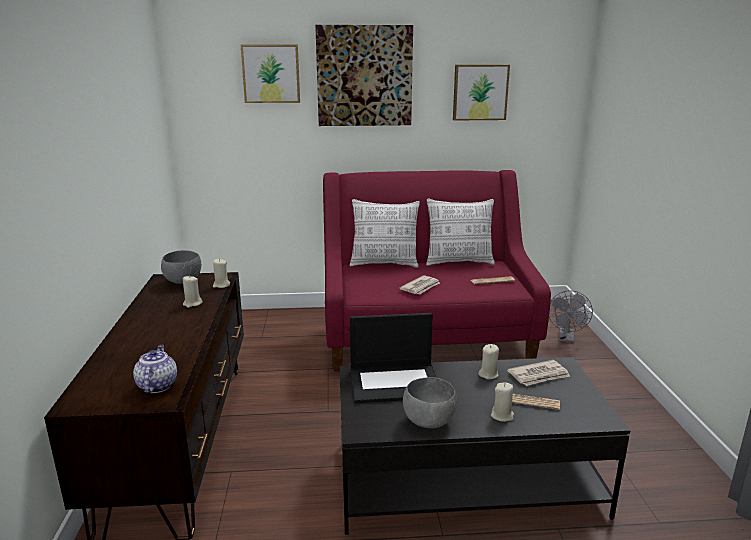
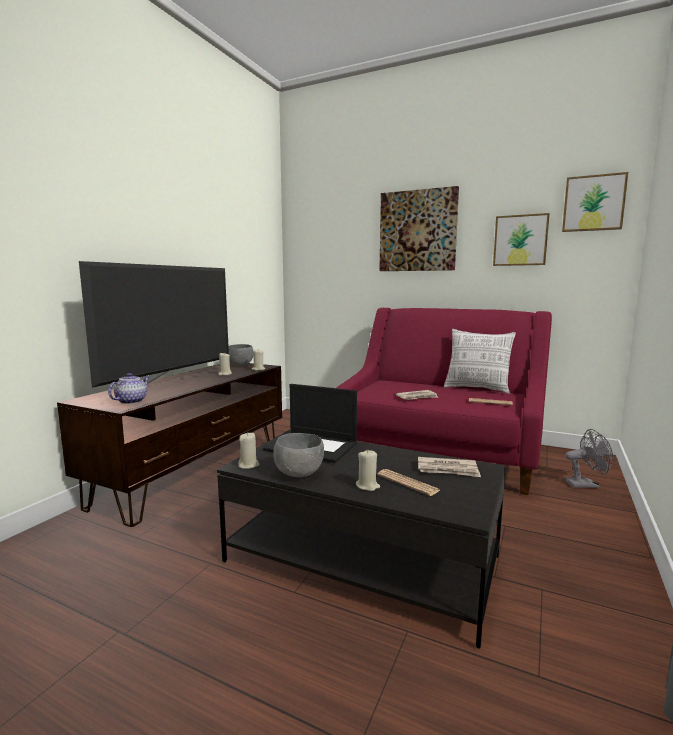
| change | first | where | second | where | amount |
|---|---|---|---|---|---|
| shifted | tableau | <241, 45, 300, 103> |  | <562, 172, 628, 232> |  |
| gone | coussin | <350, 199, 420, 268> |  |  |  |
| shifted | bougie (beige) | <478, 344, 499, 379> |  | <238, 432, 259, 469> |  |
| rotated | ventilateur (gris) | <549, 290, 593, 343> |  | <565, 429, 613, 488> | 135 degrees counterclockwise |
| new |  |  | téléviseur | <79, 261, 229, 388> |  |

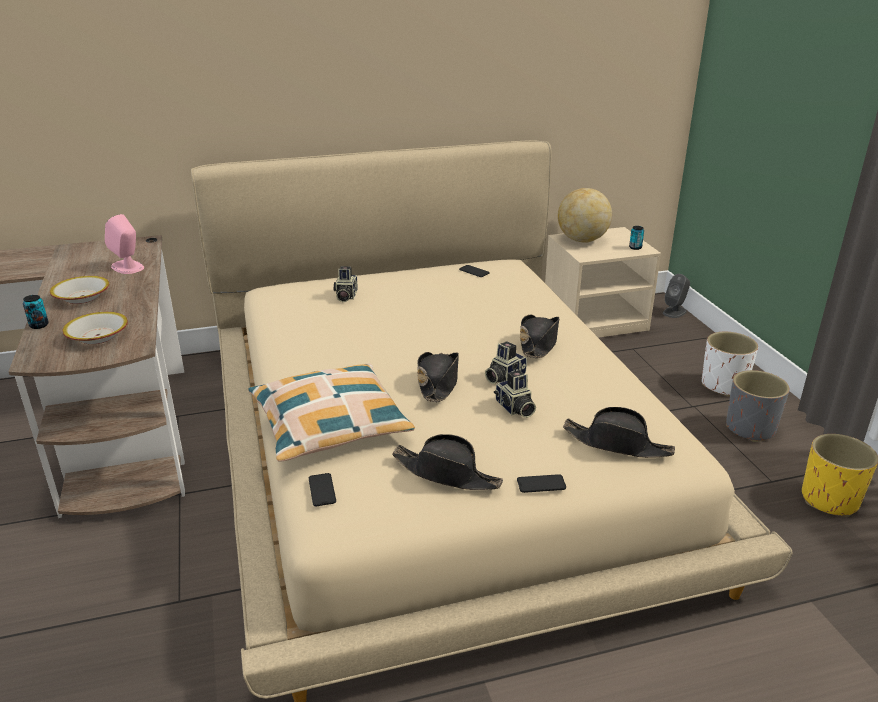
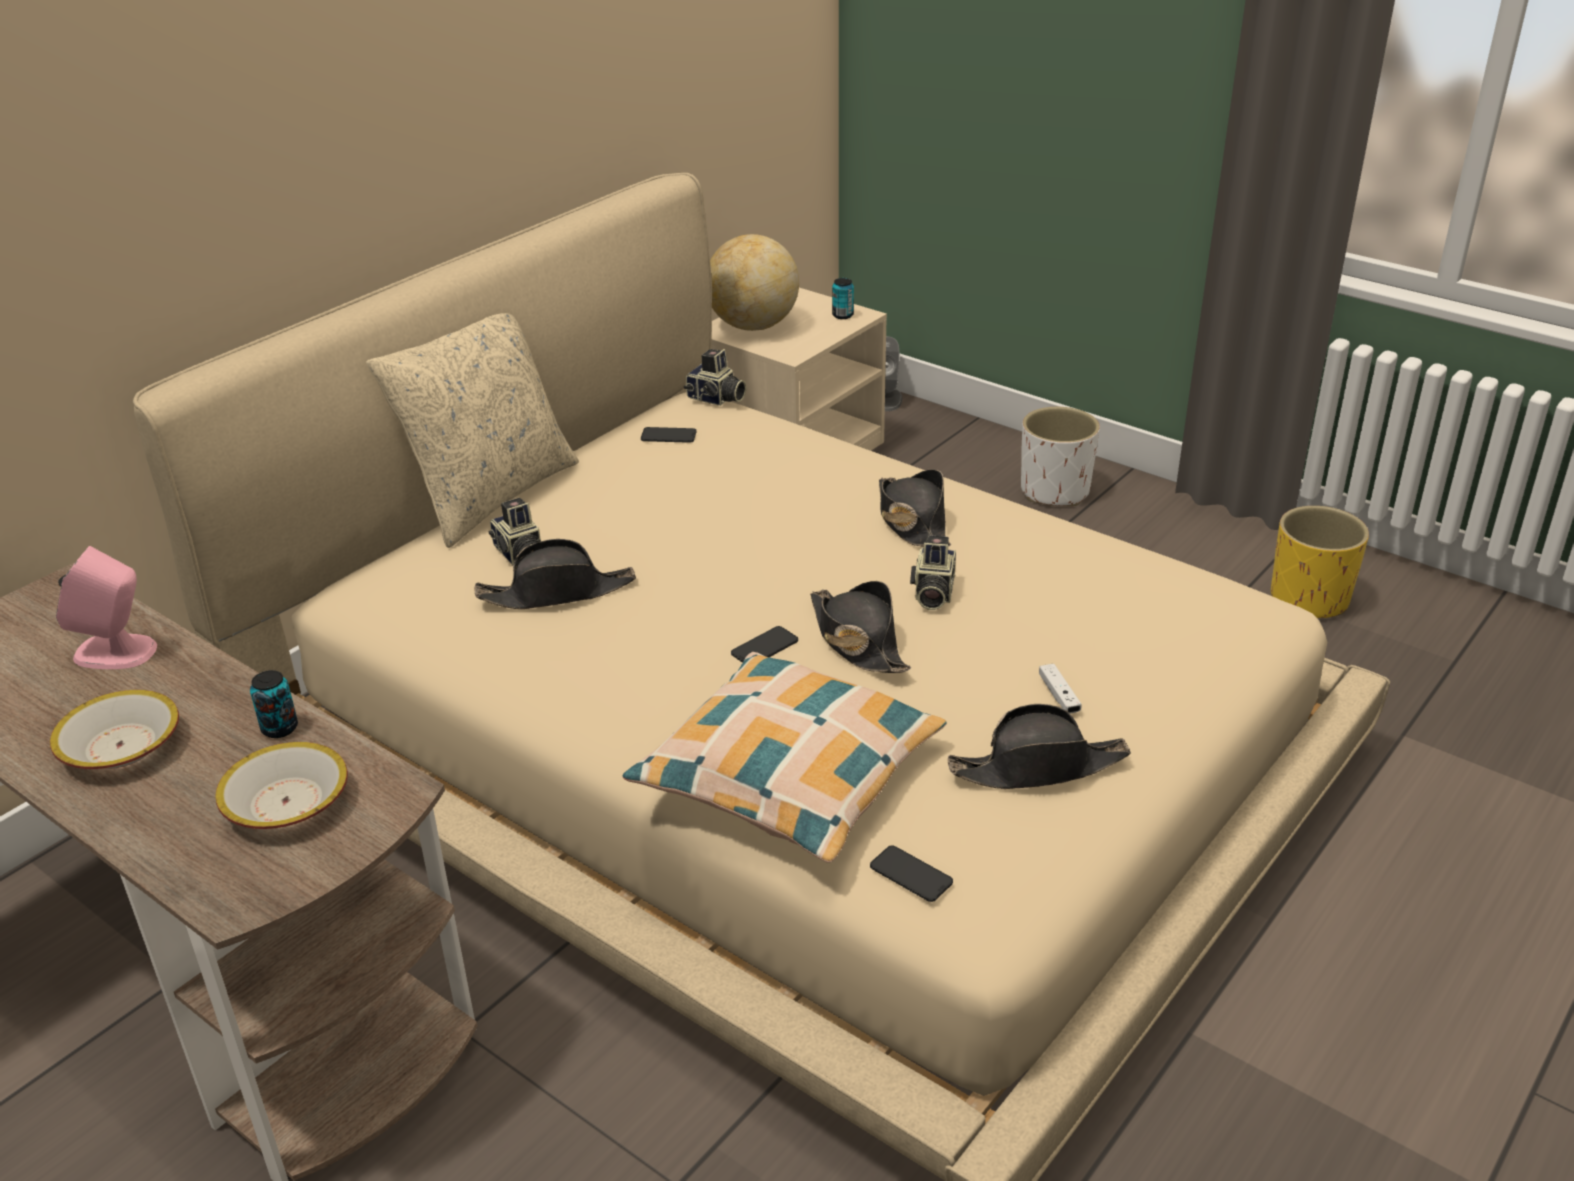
| change | first | where | second | where | amount |
|---|---|---|---|---|---|
| shifted | boîte métallique | <23, 295, 49, 329> |  | <250, 670, 298, 738> |  |
| shifted | appareil photo | <494, 370, 536, 418> |  | <684, 349, 747, 406> |  |
| shifted | téléphone | <517, 474, 566, 493> |  | <731, 626, 798, 663> |  |
| shifted | chapeau (noir) | <563, 407, 675, 458> |  | <474, 539, 636, 609> |  |
| gone | cache-pot (gris) | <726, 370, 789, 442> |  |  |  |
| new |  |  | coussin (beige) | <366, 313, 579, 548> |  |
| new |  |  | manette (blanc) | <1039, 664, 1082, 713> |  |

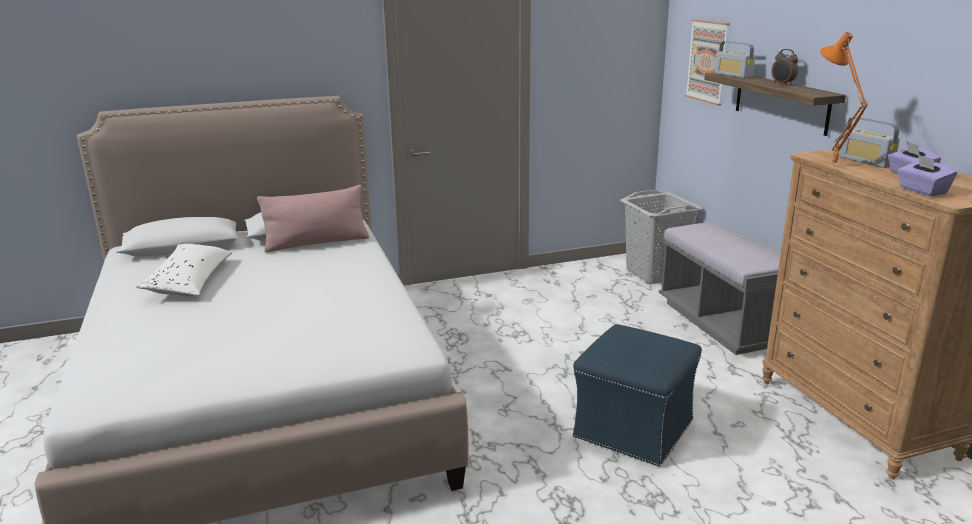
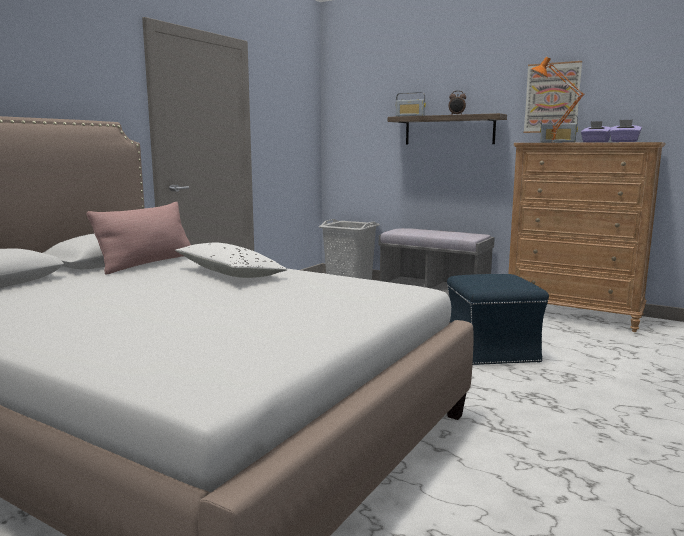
| change | first | where | second | where | amount |
|---|---|---|---|---|---|
| shifted | coussin (blanc) | <136, 244, 233, 296> |  | <175, 242, 288, 278> |  |
| shifted | tableau | <685, 19, 730, 105> |  | <524, 61, 582, 133> |  |

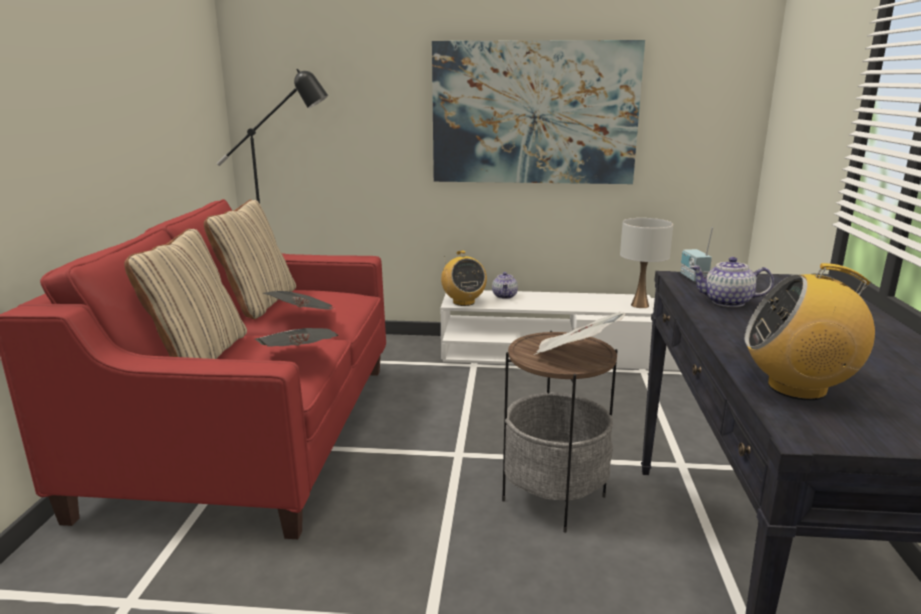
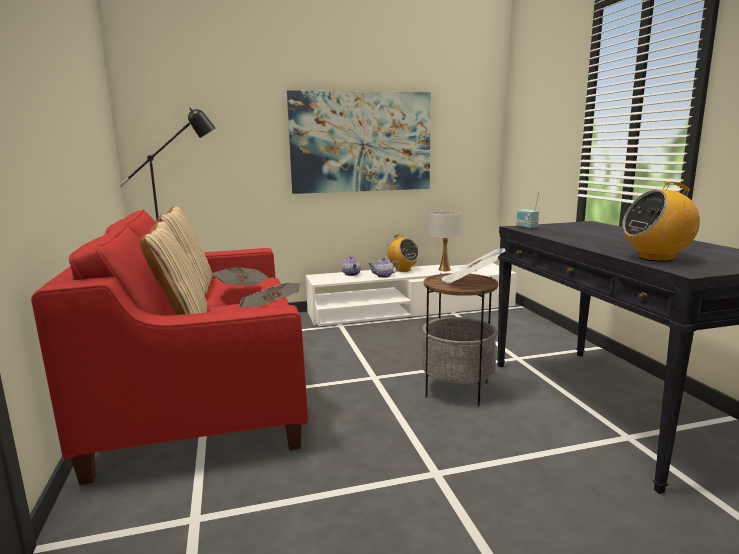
| change | first | where | second | where | amount |
|---|---|---|---|---|---|
| shifted | radio | <441, 250, 487, 306> |  | <387, 234, 419, 272> |  |
| shifted | théière | <690, 257, 774, 307> |  | <368, 258, 400, 278> |  |

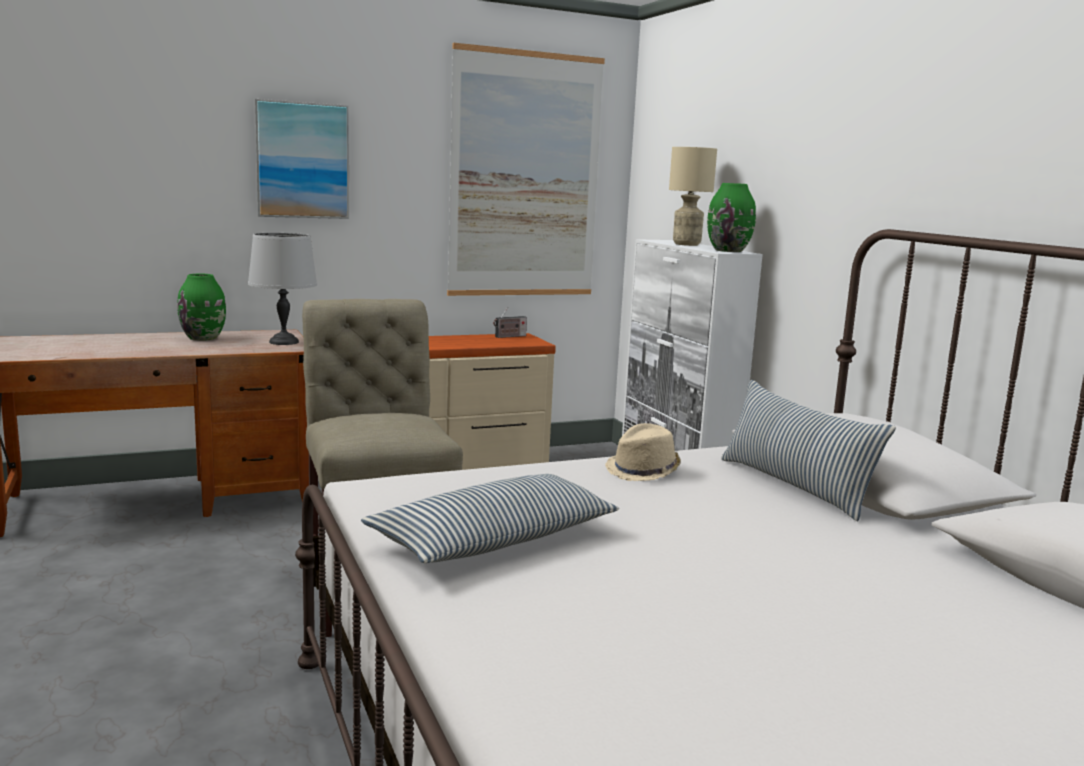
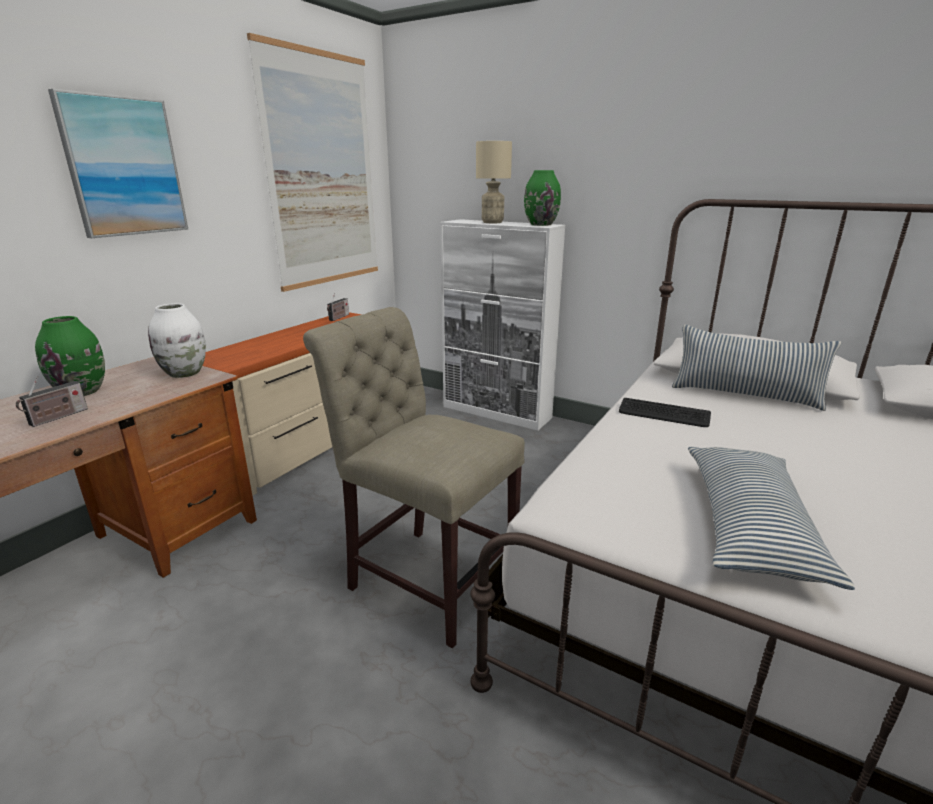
| change | first | where | second | where | amount |
|---|---|---|---|---|---|
| swapped | lampe de table (gris) | <248, 233, 317, 345> | vase (blanc) | <148, 303, 206, 378> |  |
| swapped | chapeau (beige) | <605, 423, 681, 481> | clavier | <619, 398, 711, 427> |  |
| new |  |  | radio | <16, 376, 88, 427> |  |

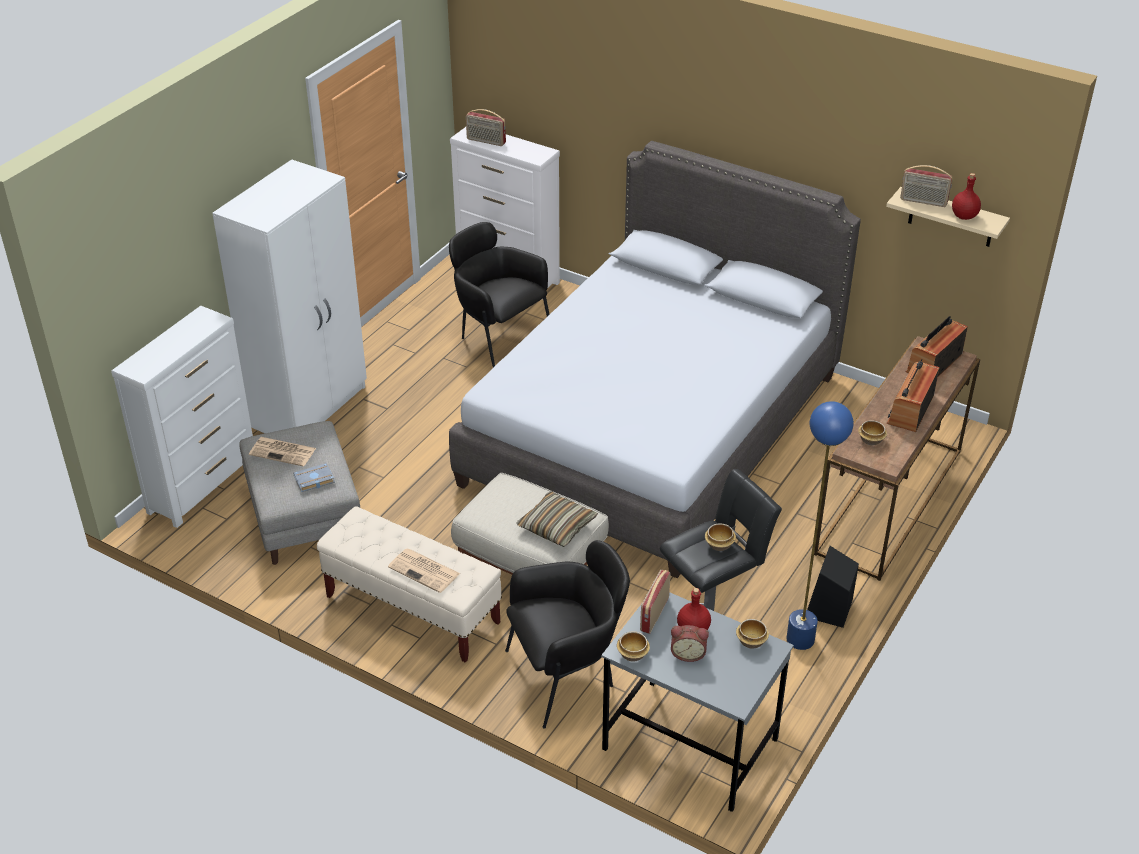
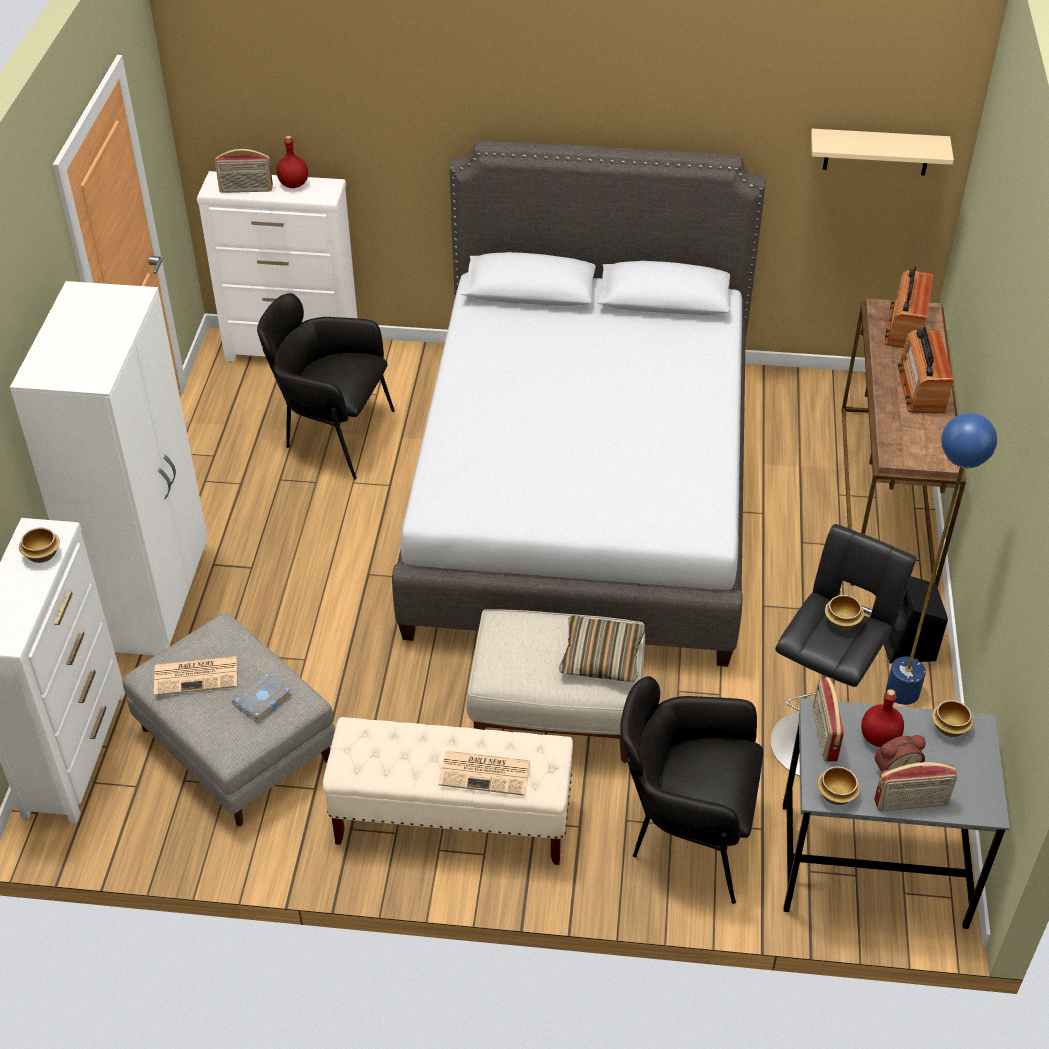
| change | first | where | second | where | amount |
|---|---|---|---|---|---|
| rotated | fauteuil (noir) | <505, 540, 630, 729> |  | <620, 676, 763, 904> | 120 degrees counterclockwise |
| shifted | bol | <858, 420, 887, 445> |  | <19, 528, 60, 563> |  |
| shifted | radio | <900, 165, 953, 207> |  | <874, 762, 957, 811> |  |
| shifted | bouteille (rouge) | <952, 173, 981, 220> |  | <276, 136, 308, 188> |  |

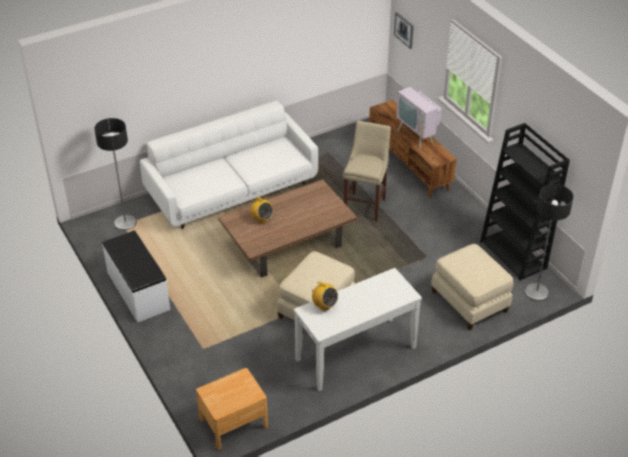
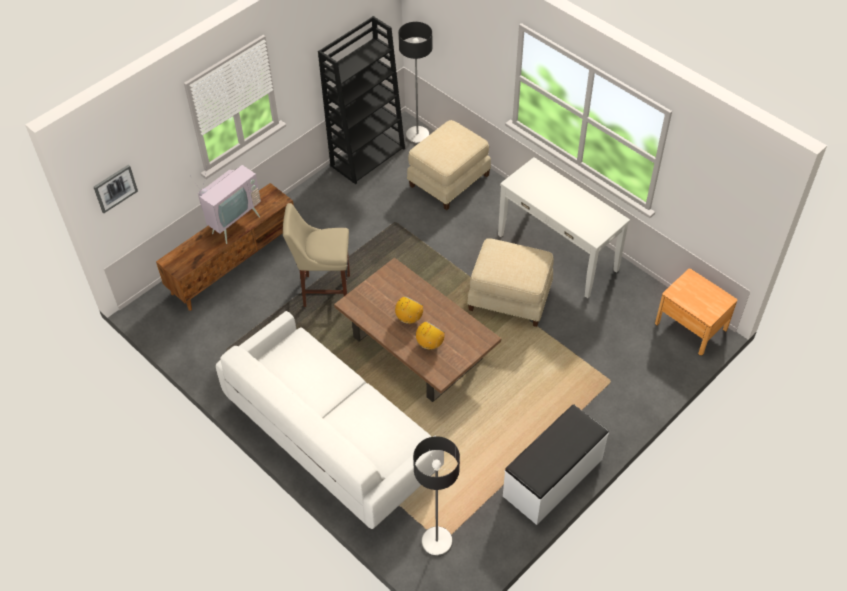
| change | first | where | second | where | amount |
|---|---|---|---|---|---|
| shifted | radio | <312, 281, 338, 310> |  | <395, 296, 423, 324> |  |

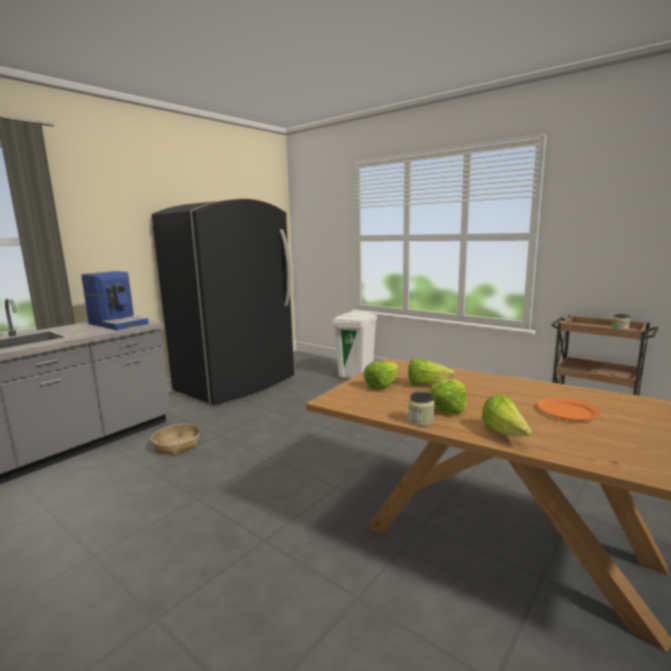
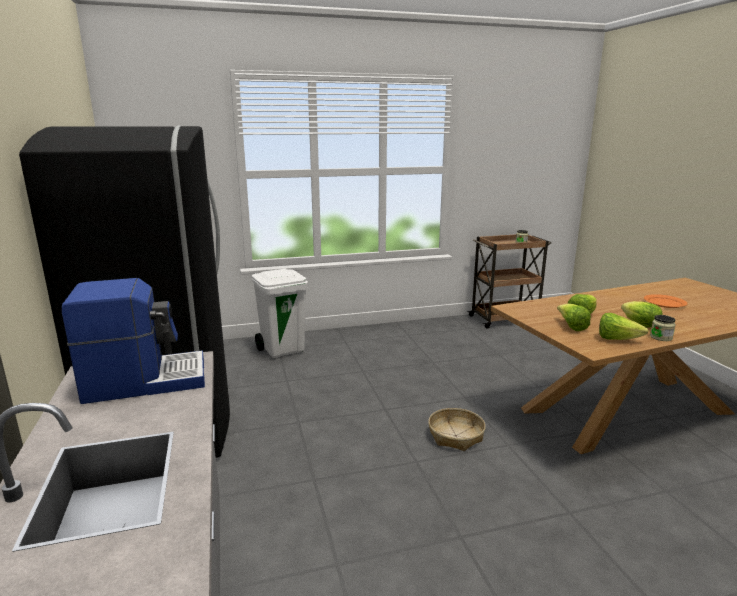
| change | first | where | second | where | amount |
|---|---|---|---|---|---|
| shifted | panier | <151, 424, 200, 456> |  | <428, 408, 486, 451> |  |
| shifted | laitue | <482, 394, 532, 436> |  | <599, 313, 649, 340> |  |

